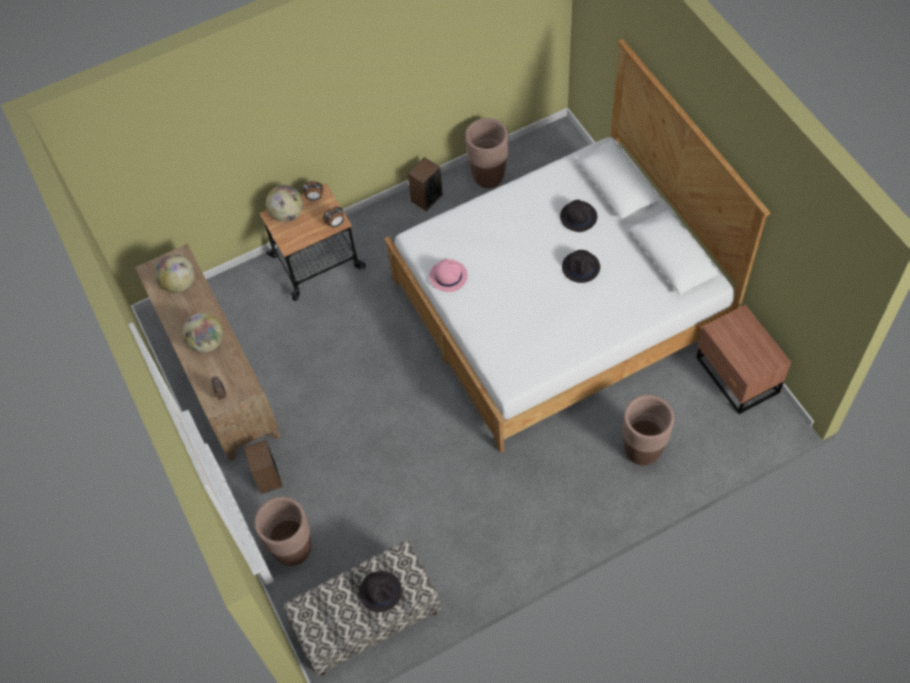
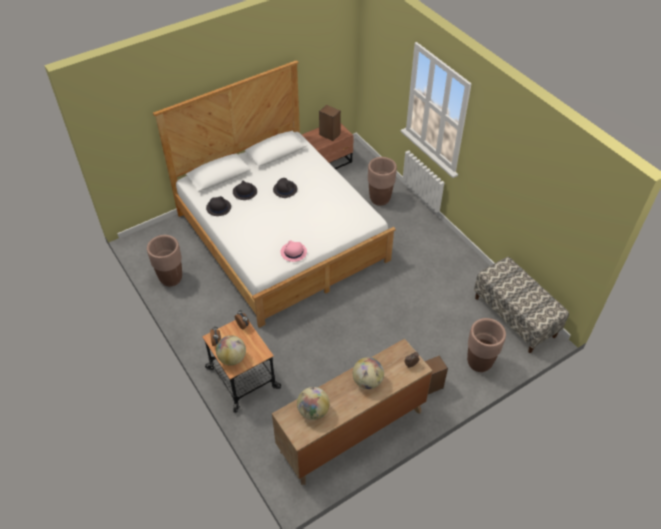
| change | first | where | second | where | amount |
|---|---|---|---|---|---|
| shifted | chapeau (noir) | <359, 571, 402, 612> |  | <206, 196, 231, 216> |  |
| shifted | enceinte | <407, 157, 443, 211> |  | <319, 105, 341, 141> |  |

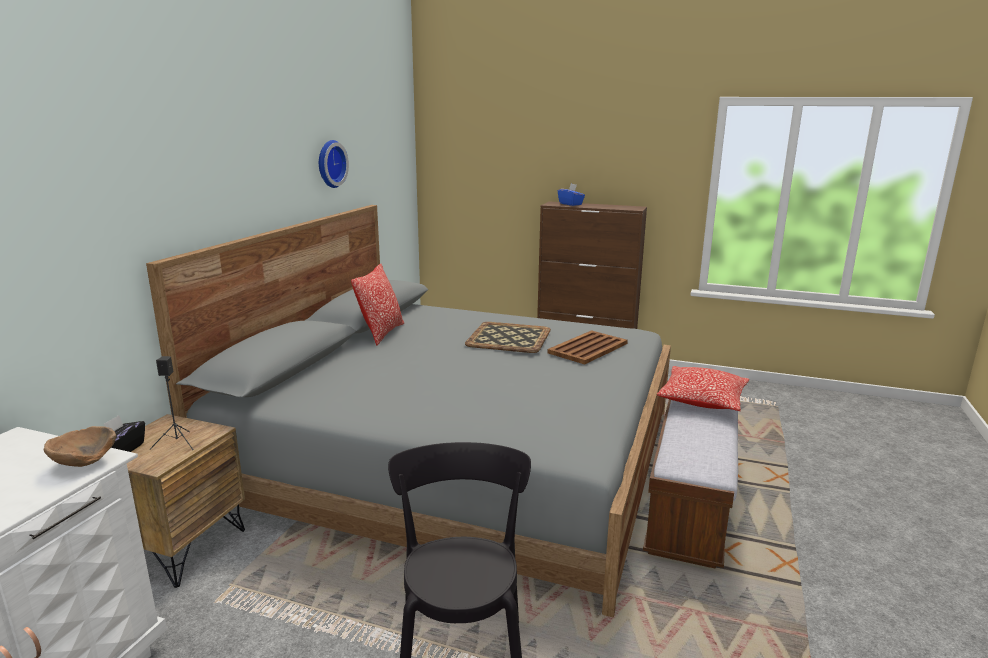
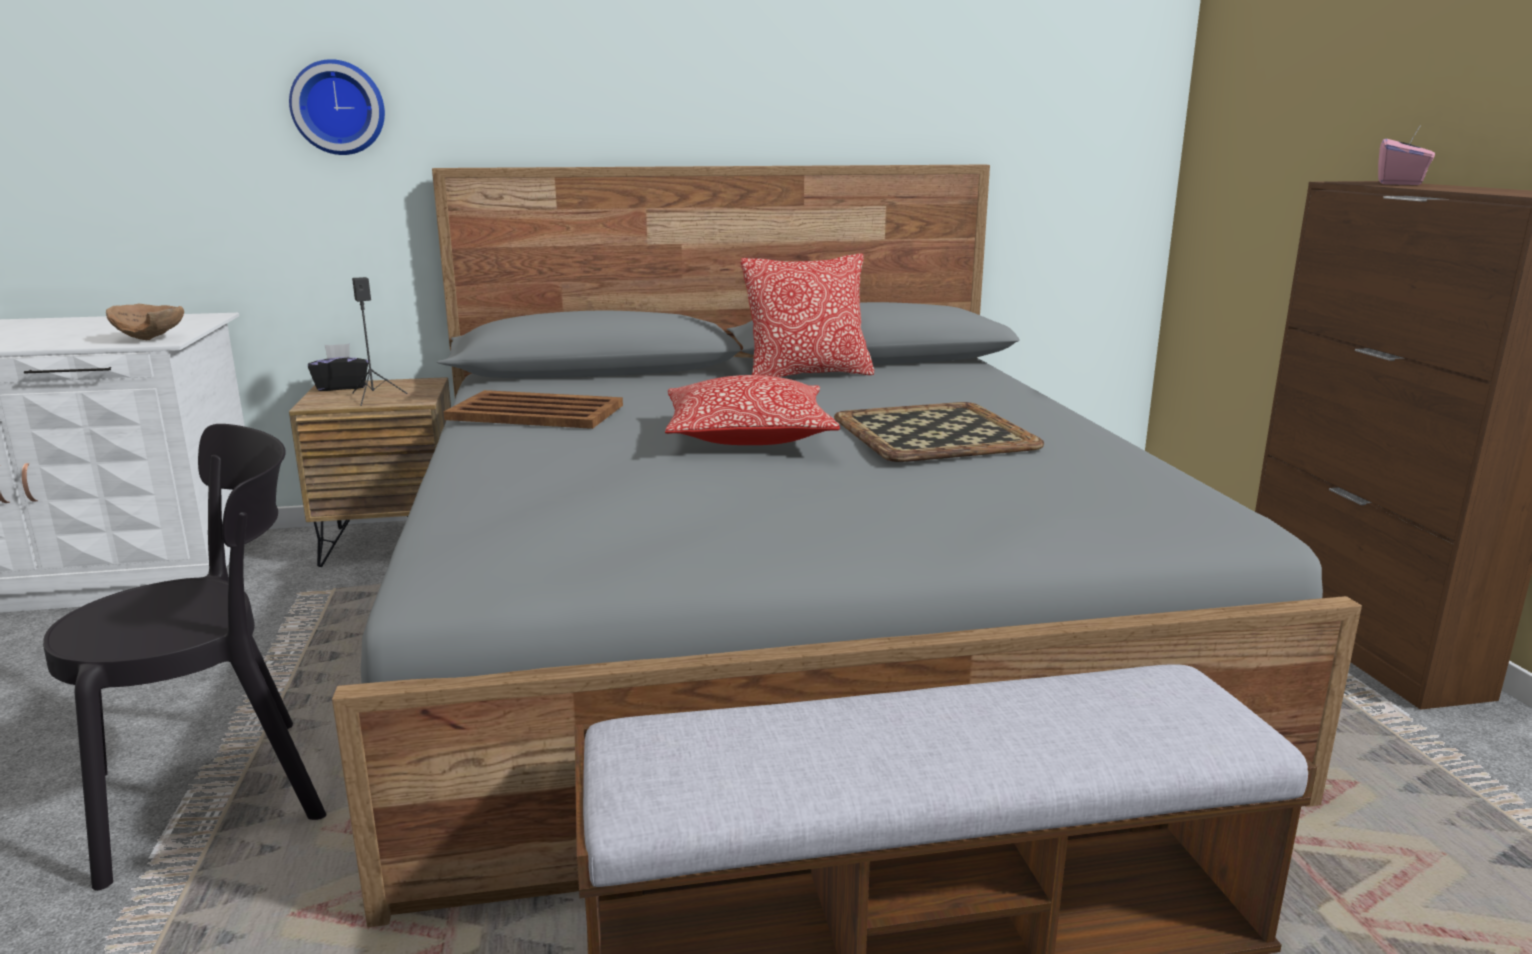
| change | first | where | second | where | amount |
|---|---|---|---|---|---|
| shifted | horloge murale | <319, 140, 349, 188> |  | <289, 59, 385, 155> |  |
| shifted | plateau (marron) | <547, 330, 628, 364> |  | <443, 390, 623, 429> |  |
| repainted | boîte à mouchoirs (bleu) | <558, 184, 585, 206> | boîte à mouchoirs (rose) | <1378, 126, 1435, 185> |  |
| shifted | coussin | <657, 366, 749, 411> |  | <665, 375, 840, 445> |  |

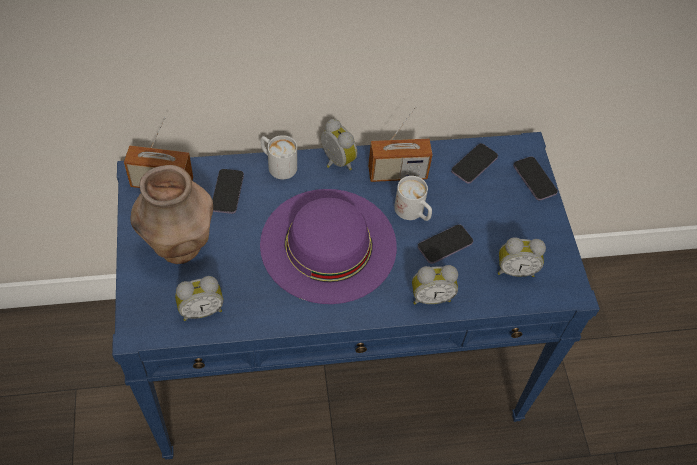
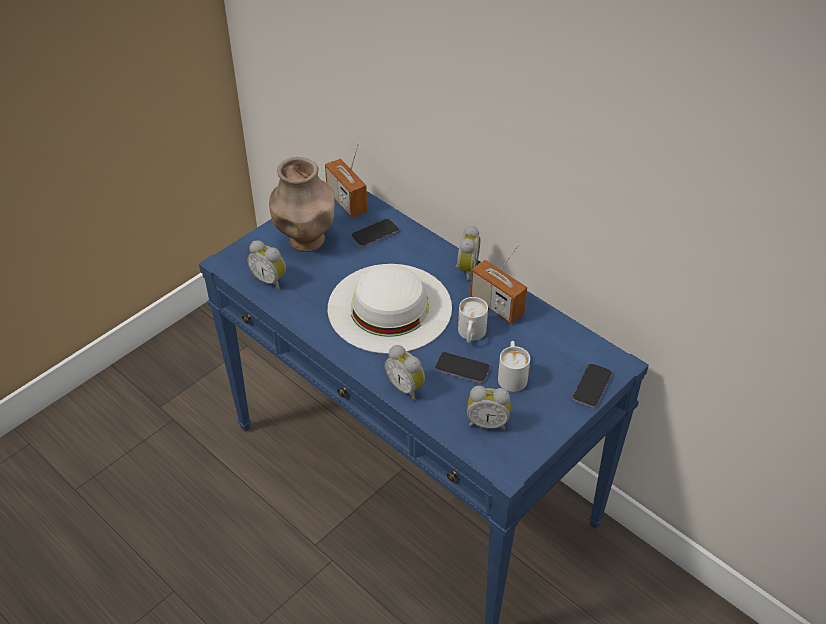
| change | first | where | second | where | amount |
|---|---|---|---|---|---|
| repainted | chapeau (violet) | <260, 189, 397, 304> | chapeau (blanc) | <328, 264, 452, 354> |  |
| shifted | mug (blanc) | <261, 135, 297, 179> |  | <498, 341, 530, 392> |  |
| gone | téléphone | <451, 143, 498, 184> |  |  |  |
| rotated | réveil | <498, 237, 546, 277> |  | <467, 386, 511, 431> | 45 degrees counterclockwise |

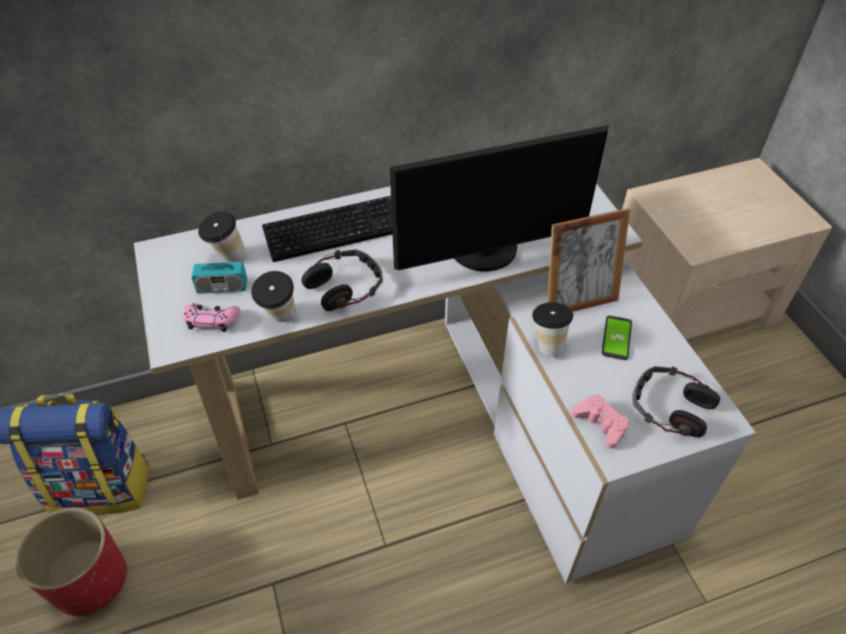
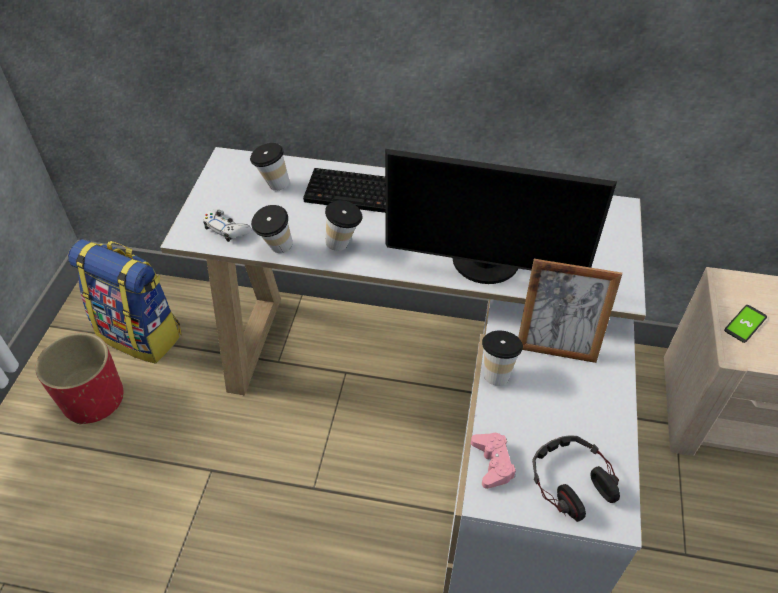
| change | first | where | second | where | amount |
|---|---|---|---|---|---|
| repainted | manette (rose) | <183, 303, 240, 332> | manette (blanc) | <203, 209, 251, 242> |  |
| gone | radio | <191, 227, 247, 294> |  |  |  |
| swapped | casque audio | <302, 249, 383, 311> | tasse | <325, 200, 362, 251> |  |
| shifted | téléphone | <602, 315, 632, 360> |  | <724, 305, 767, 343> |  |

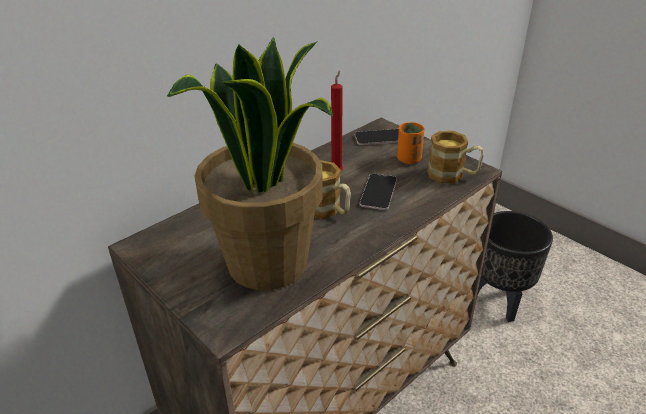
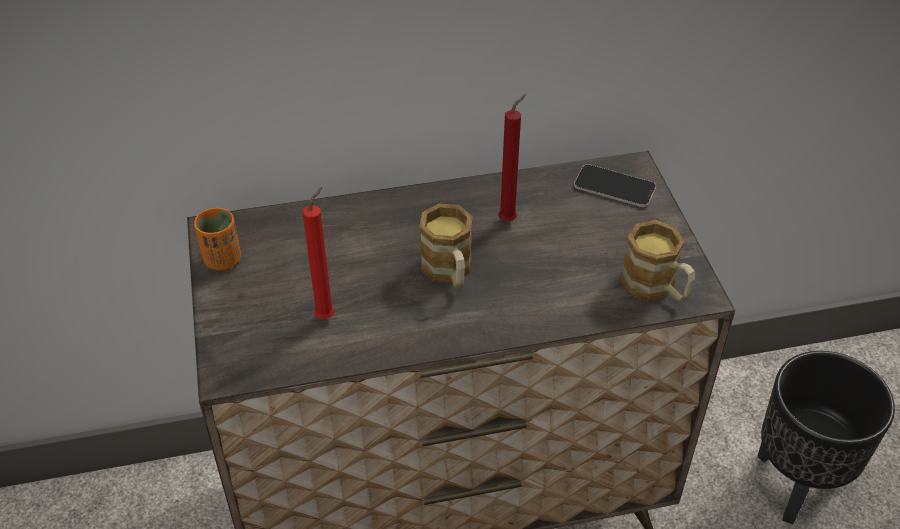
| change | first | where | second | where | amount |
|---|---|---|---|---|---|
| swapped | plante en pot | <167, 37, 333, 290> | bougie (rouge) | <303, 187, 334, 319> |  |
| gone | téléphone | <360, 174, 397, 210> |  |  |  |
| shifted | tasse (orange) | <397, 122, 424, 164> |  | <194, 208, 241, 270> |  |

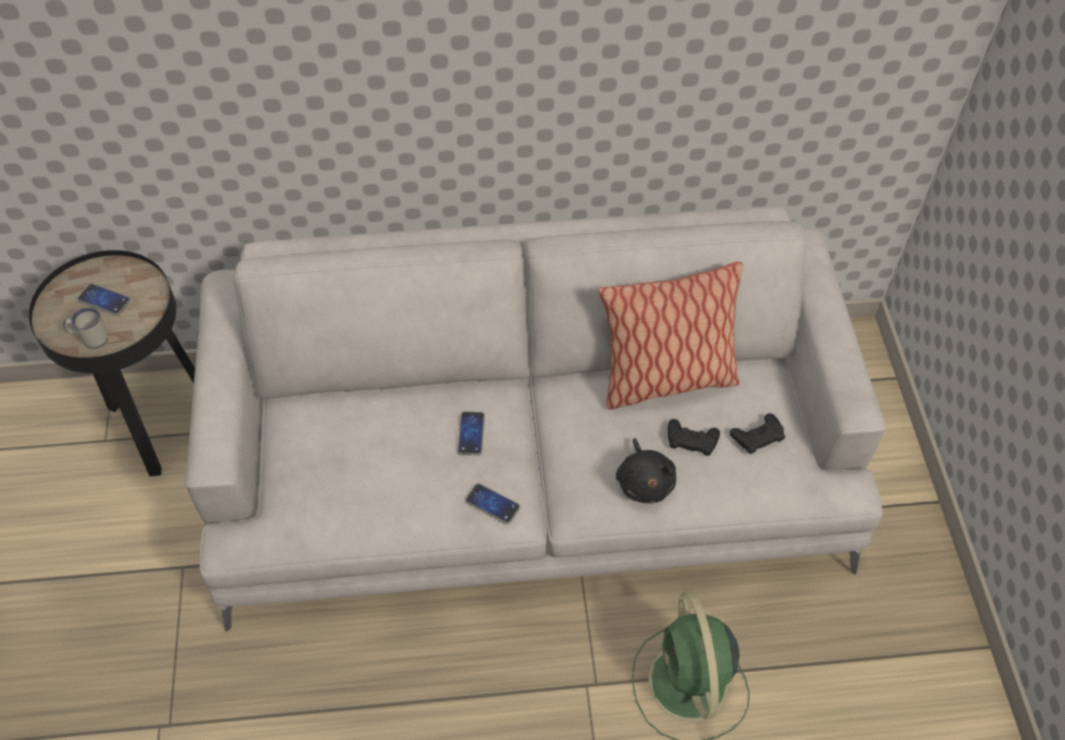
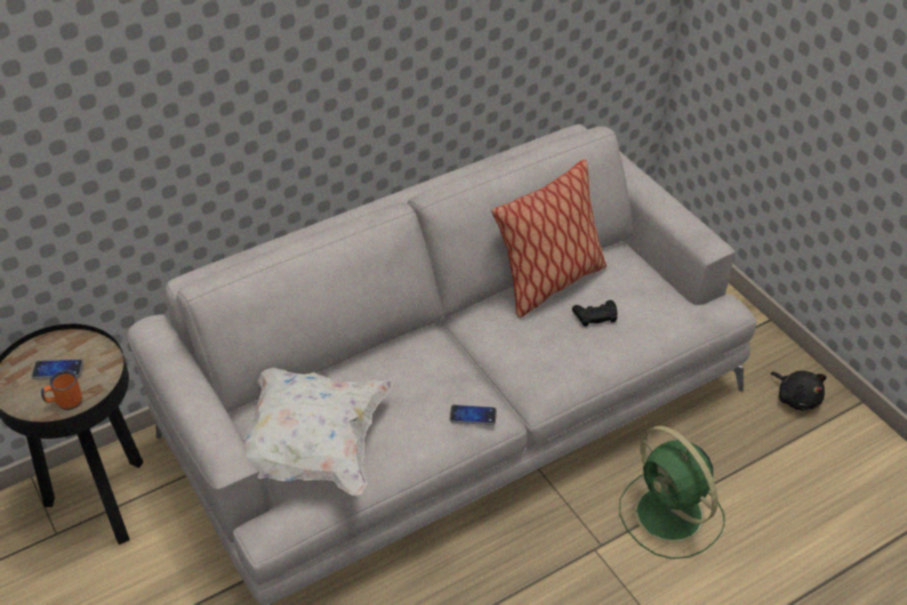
| change | first | where | second | where | amount |
|---|---|---|---|---|---|
| repainted | mug (blanc) | <63, 307, 108, 348> | mug (orange) | <41, 370, 82, 410> |  |
| gone | téléphone | <457, 411, 485, 455> |  |  |  |
| shifted | peluche (noir) | <616, 438, 676, 504> |  | <771, 371, 827, 411> |  |
| gone | manette (noir) | <730, 413, 785, 454> |  |  |  |
| new |  |  | coussin (blanc) | <244, 368, 394, 496> |  |

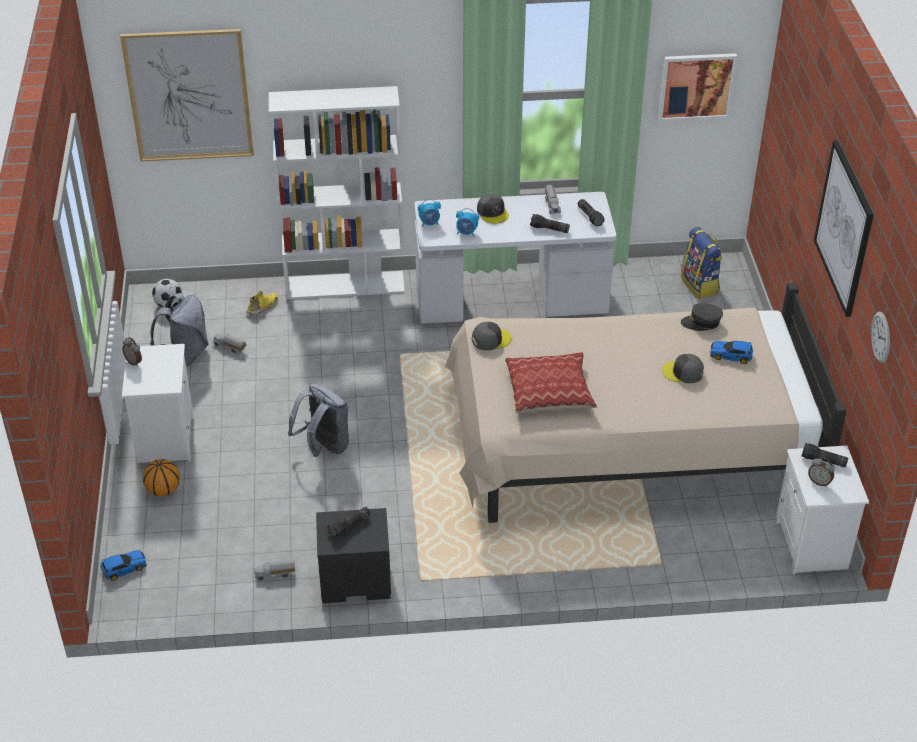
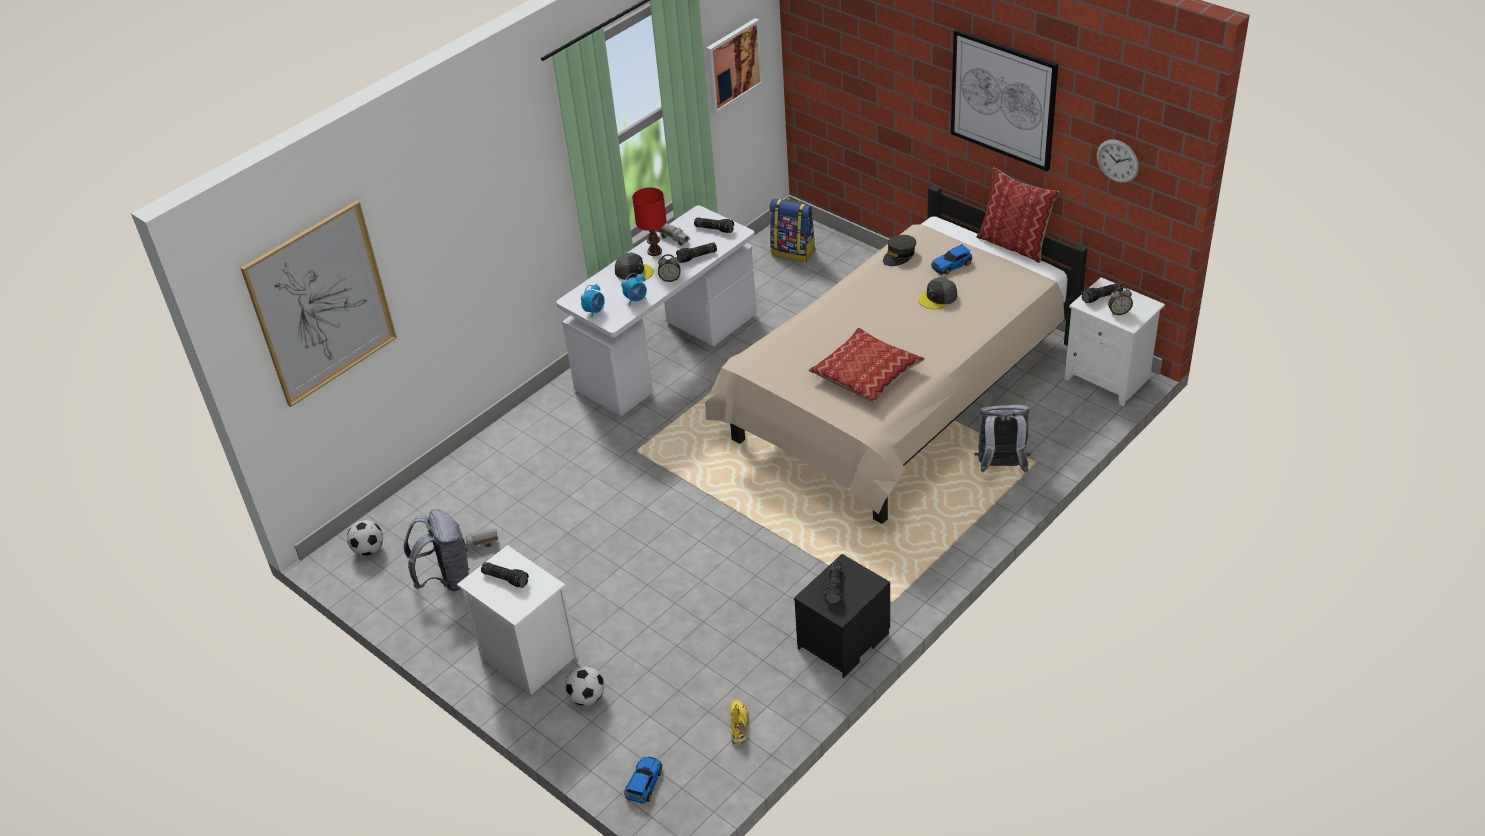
| change | first | where | second | where | amount |
|---|---|---|---|---|---|
| shifted | réveil | <122, 337, 142, 366> |  | <658, 254, 681, 282> |  |
| swapped | ballon de basket | <142, 459, 180, 496> | ballon de foot | <565, 666, 604, 706> |  |
| shifted | chaussure (jaune) | <246, 290, 278, 315> |  | <730, 700, 749, 745> |  |
| gone | camion jouet | <255, 560, 295, 580> |  |  |  |
| gone | bibliothèque (blanc) | <269, 86, 405, 299> |  |  |  |
| shifted | sac à dos (gris) | <288, 383, 349, 457> |  | <974, 405, 1030, 473> |  |
| gone | casquette (gris) | <472, 322, 512, 351> |  |  |  |
| new |  |  | lampe de poche | <481, 562, 529, 588> |  |
| new |  |  | lampe de table (rouge) | <632, 187, 667, 256> |  |
| new |  |  | coussin | <976, 167, 1060, 263> |  |

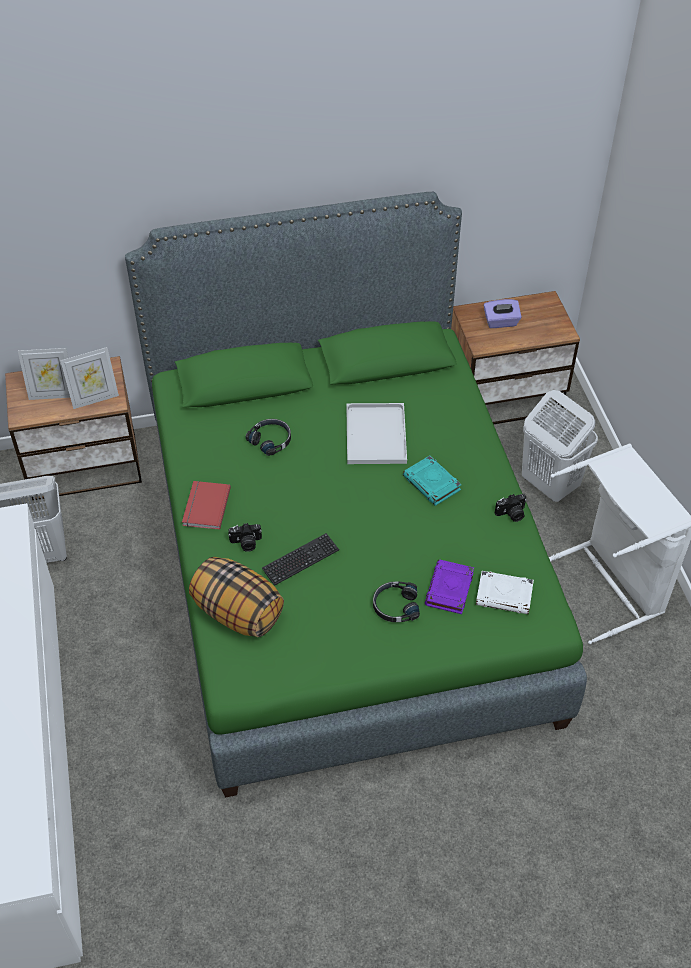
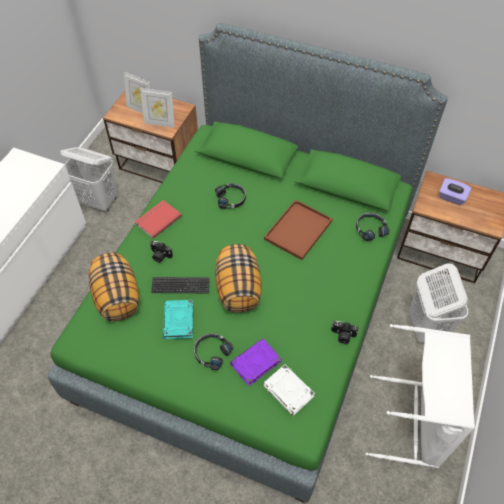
| change | first | where | second | where | amount |
|---|---|---|---|---|---|
| repainted | plateau (blanc) | <346, 403, 407, 464> | plateau (marron) | <264, 200, 333, 260> |  |
| shifted | livre (turquoise) | <403, 456, 462, 506> |  | <163, 300, 193, 339> |  |
| new |  |  | coussin | <215, 244, 262, 313> |  |
| new |  |  | casque audio (noir) | <356, 213, 390, 241> |  |

